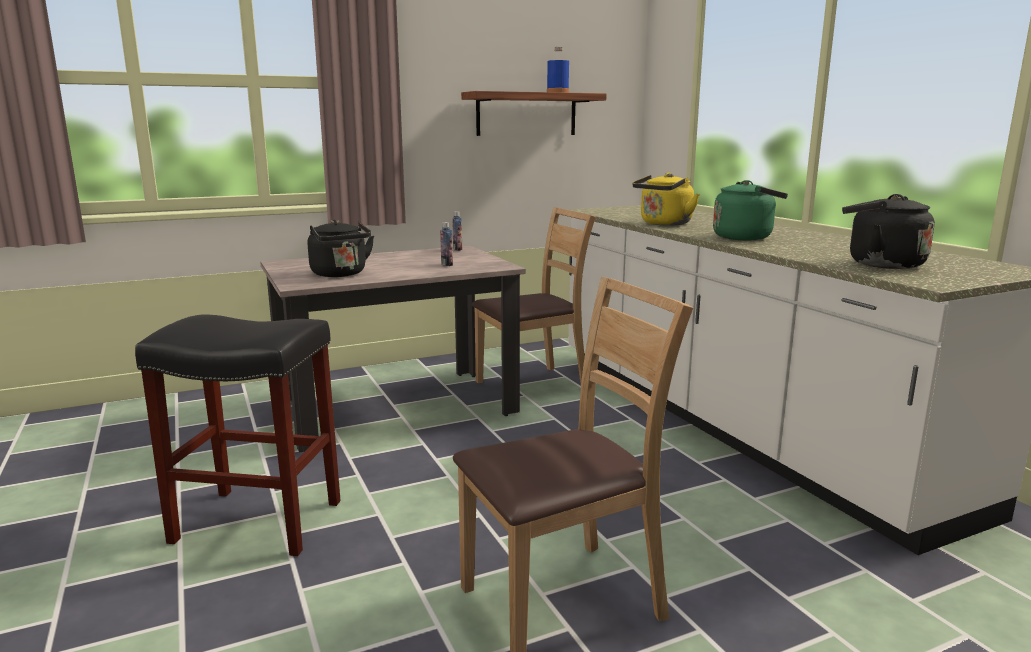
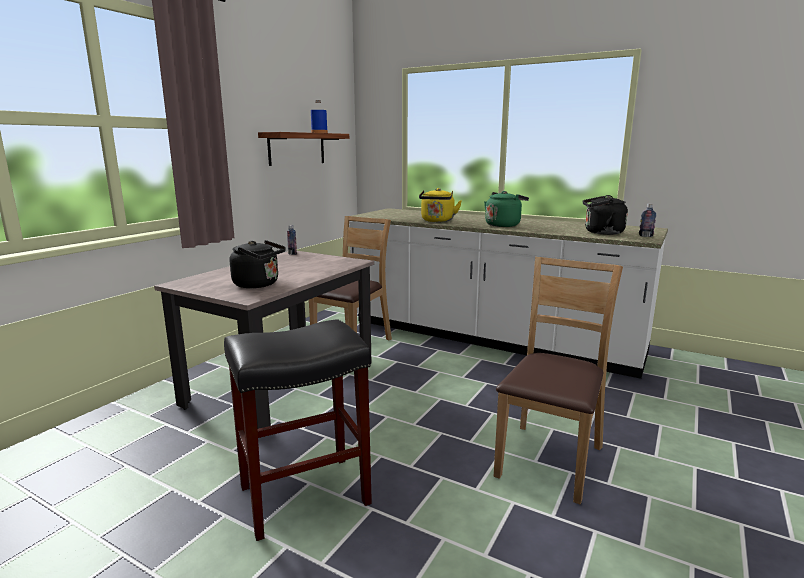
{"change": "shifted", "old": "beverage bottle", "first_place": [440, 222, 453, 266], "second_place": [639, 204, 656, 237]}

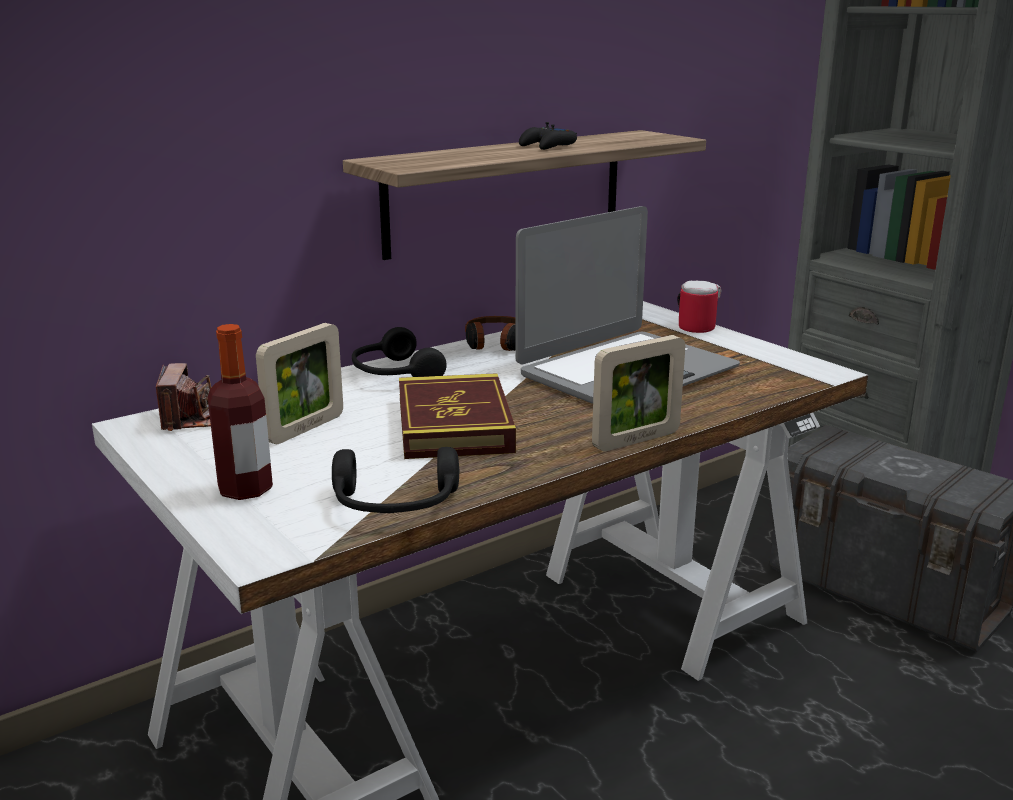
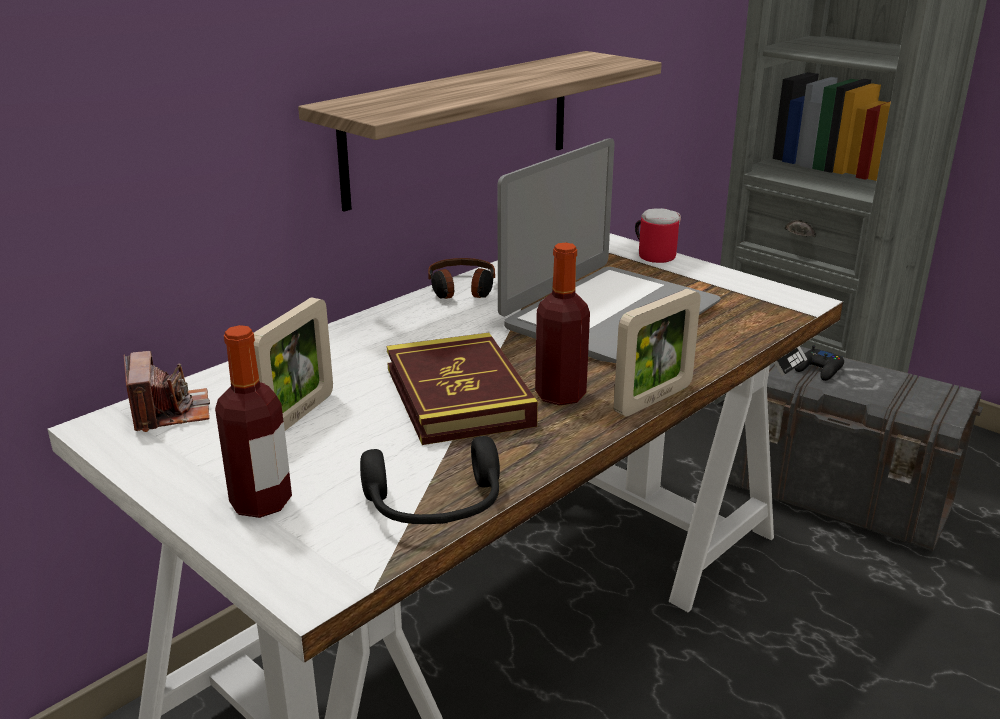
{"change": "new", "new": "beverage bottle", "second_place": [535, 243, 590, 405]}
{"change": "shifted", "old": "blackish game controller", "first_place": [519, 122, 577, 150], "second_place": [795, 346, 844, 381]}
{"change": "gone", "old": "blackish pair of headphones", "first_place": [352, 327, 447, 377]}

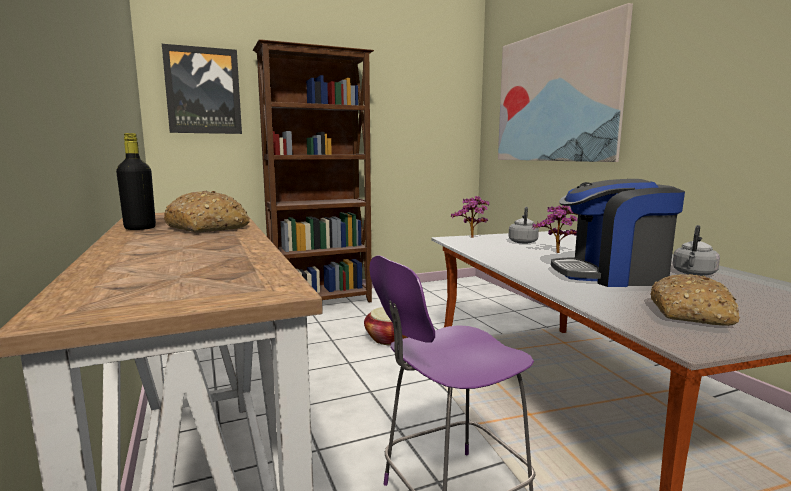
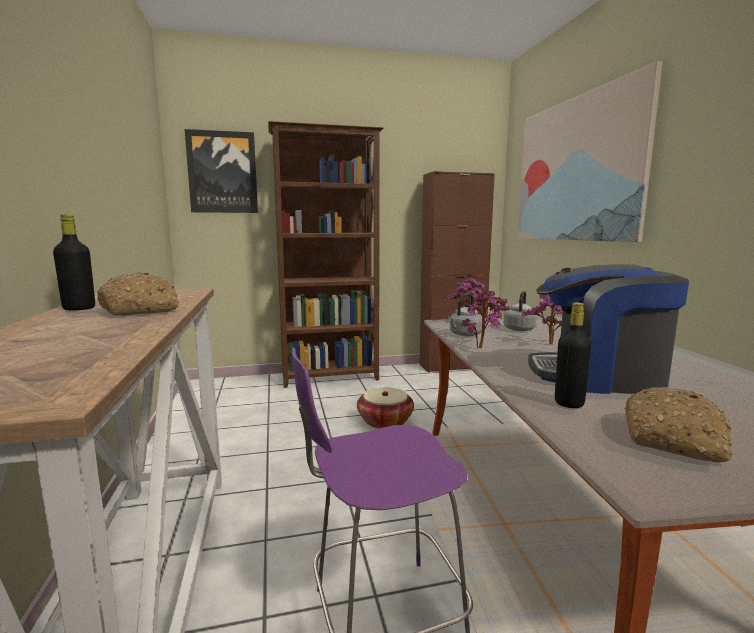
{"change": "new", "new": "brownish cupboard", "second_place": [420, 171, 495, 373]}
{"change": "shifted", "old": "gray kettle", "first_place": [673, 225, 720, 276], "second_place": [448, 294, 482, 336]}
{"change": "new", "new": "plant in a pot", "second_place": [461, 290, 510, 348]}
{"change": "new", "new": "blackish beverage bottle", "second_place": [555, 302, 592, 408]}

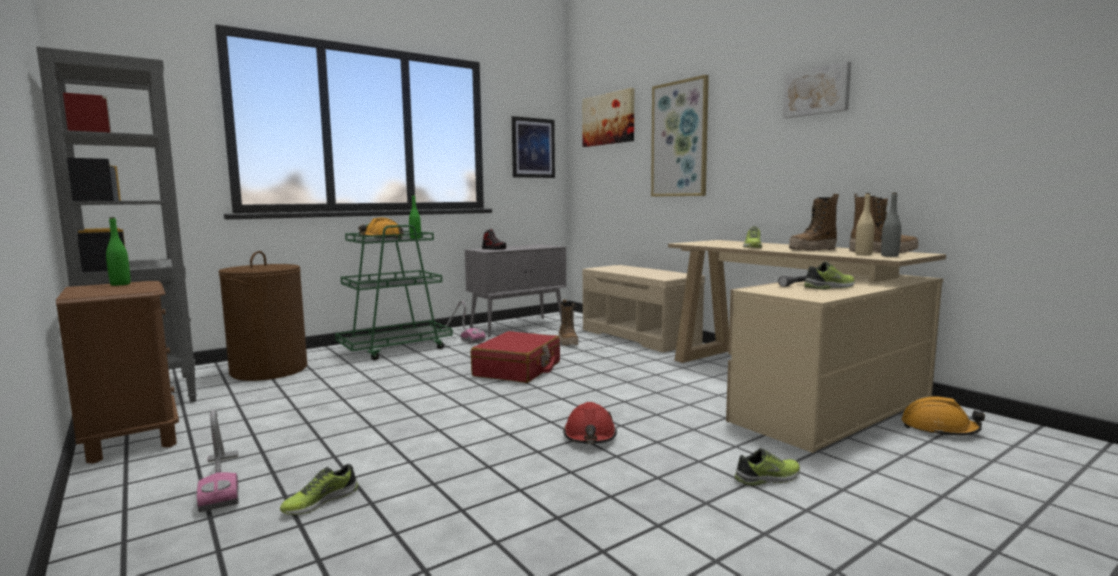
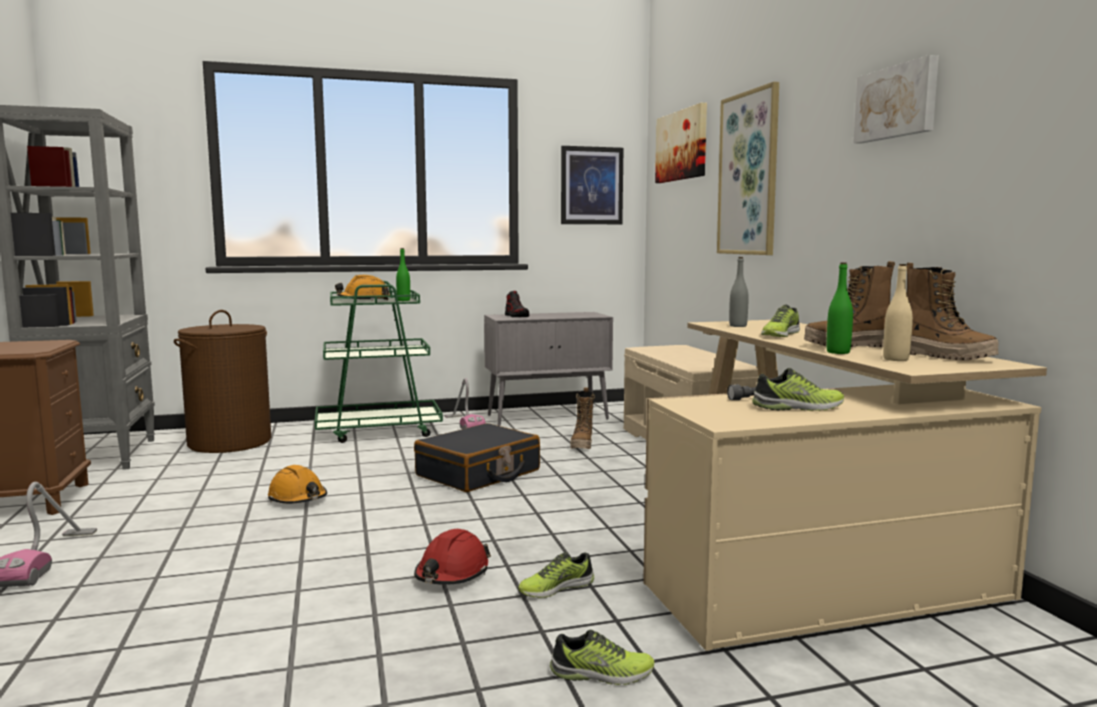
{"change": "shifted", "old": "orangey safety helmet", "first_place": [902, 396, 985, 436], "second_place": [268, 465, 327, 504]}
{"change": "repainted", "old": "red travel case", "new": "blackish travel case", "first_place": [471, 331, 560, 383], "second_place": [414, 423, 540, 492]}
{"change": "shifted", "old": "item of footwear", "first_place": [280, 464, 358, 515], "second_place": [518, 552, 594, 598]}
{"change": "shifted", "old": "gray beverage bottle", "first_place": [881, 193, 901, 257], "second_place": [729, 257, 749, 327]}
{"change": "shifted", "old": "green-coloured beverage bottle", "first_place": [106, 217, 131, 286], "second_place": [827, 262, 853, 354]}

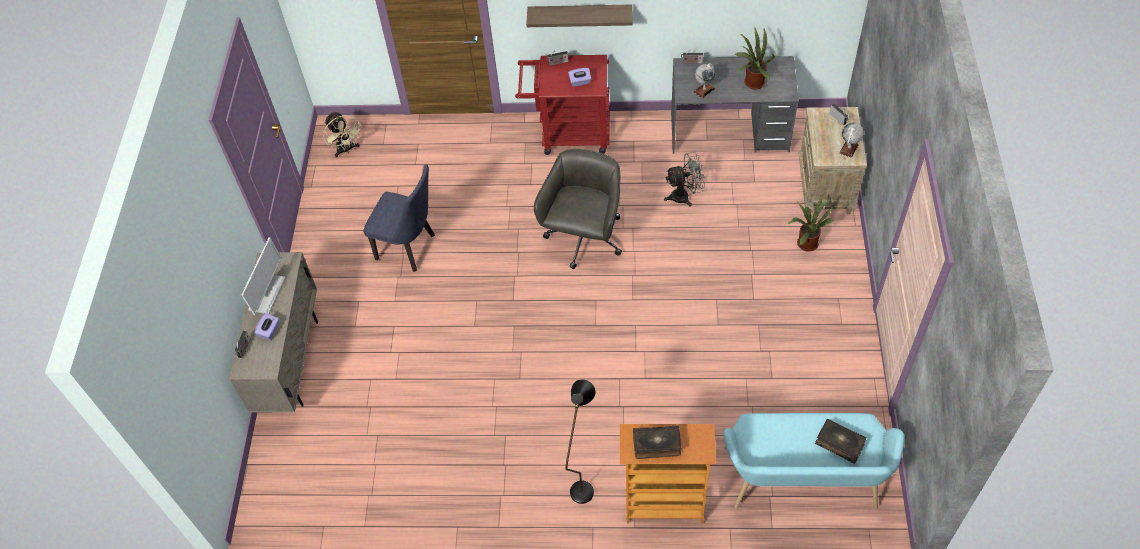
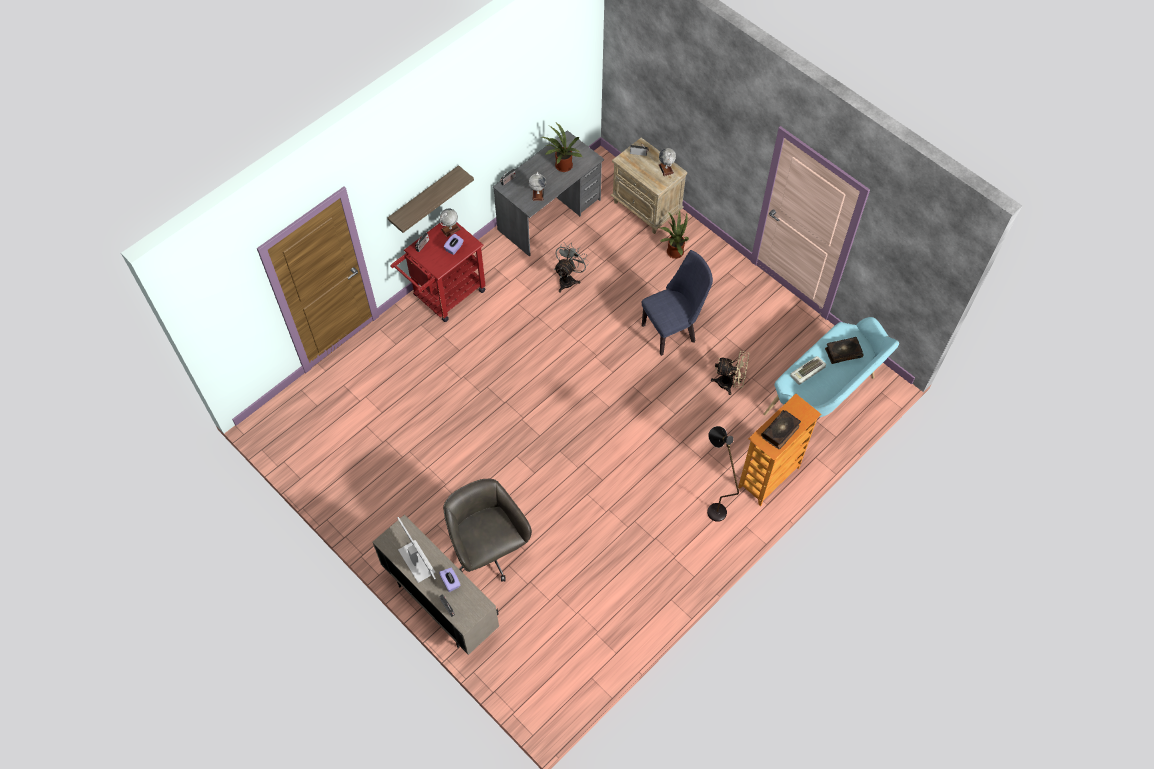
{"change": "new", "new": "desk globe", "second_place": [440, 208, 461, 237]}
{"change": "shifted", "old": "gray office chair", "first_place": [534, 149, 622, 269], "second_place": [443, 479, 532, 582]}
{"change": "shifted", "old": "bluish upright chair", "first_place": [363, 164, 435, 272], "second_place": [642, 250, 713, 356]}
{"change": "shifted", "old": "sand-coloured cooling fan", "first_place": [323, 112, 362, 157], "second_place": [711, 351, 749, 395]}
{"change": "new", "new": "PC keyboard", "second_place": [790, 356, 826, 385]}

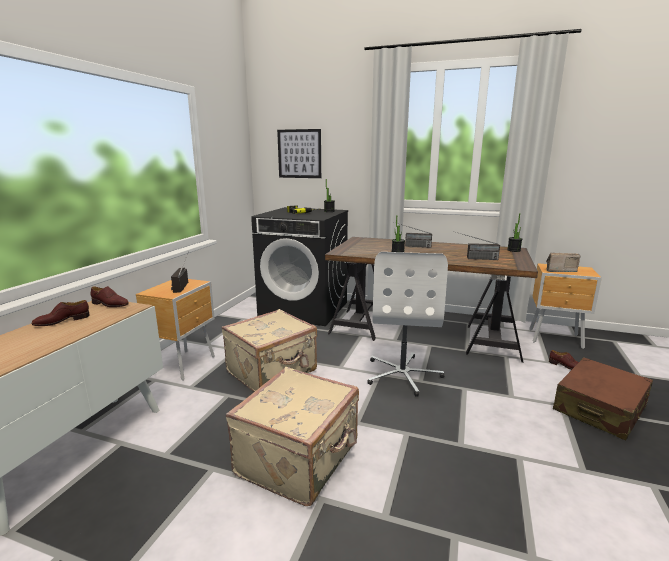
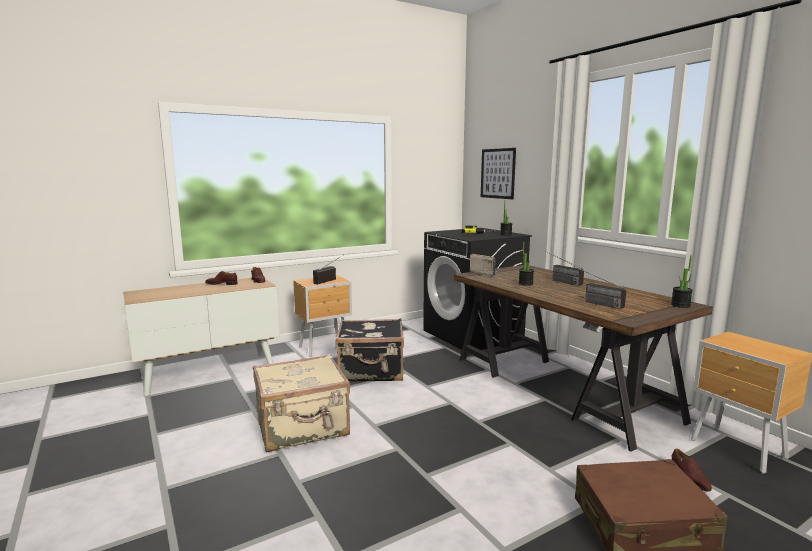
{"change": "repainted", "old": "sand-coloured travel case", "new": "blackish travel case", "first_place": [222, 309, 317, 392], "second_place": [335, 319, 404, 381]}
{"change": "shifted", "old": "radio receiver", "first_place": [546, 253, 580, 272], "second_place": [470, 254, 497, 276]}
{"change": "gone", "old": "white office chair", "first_place": [368, 252, 448, 397]}

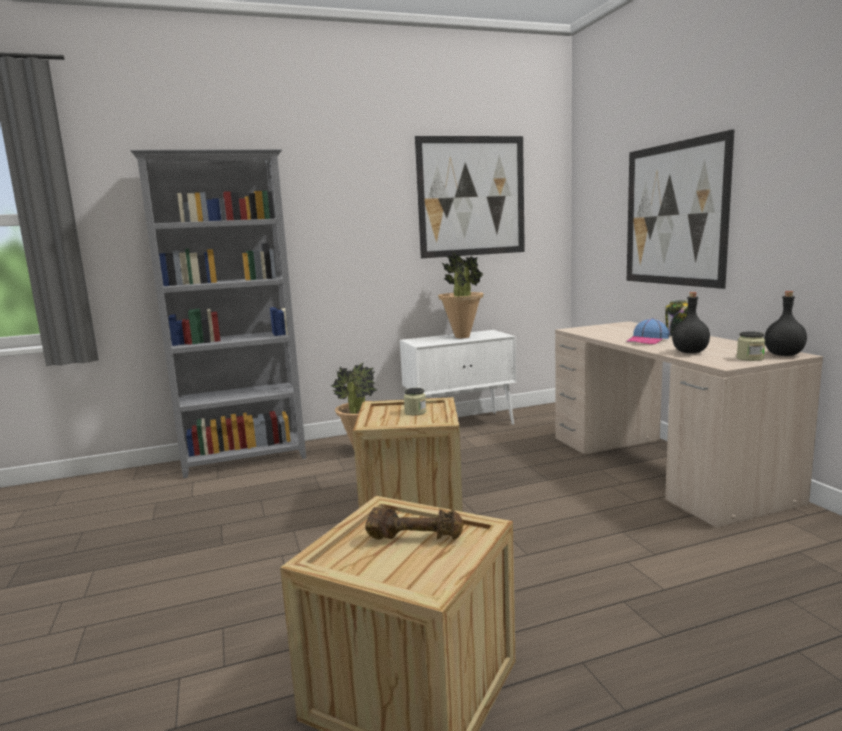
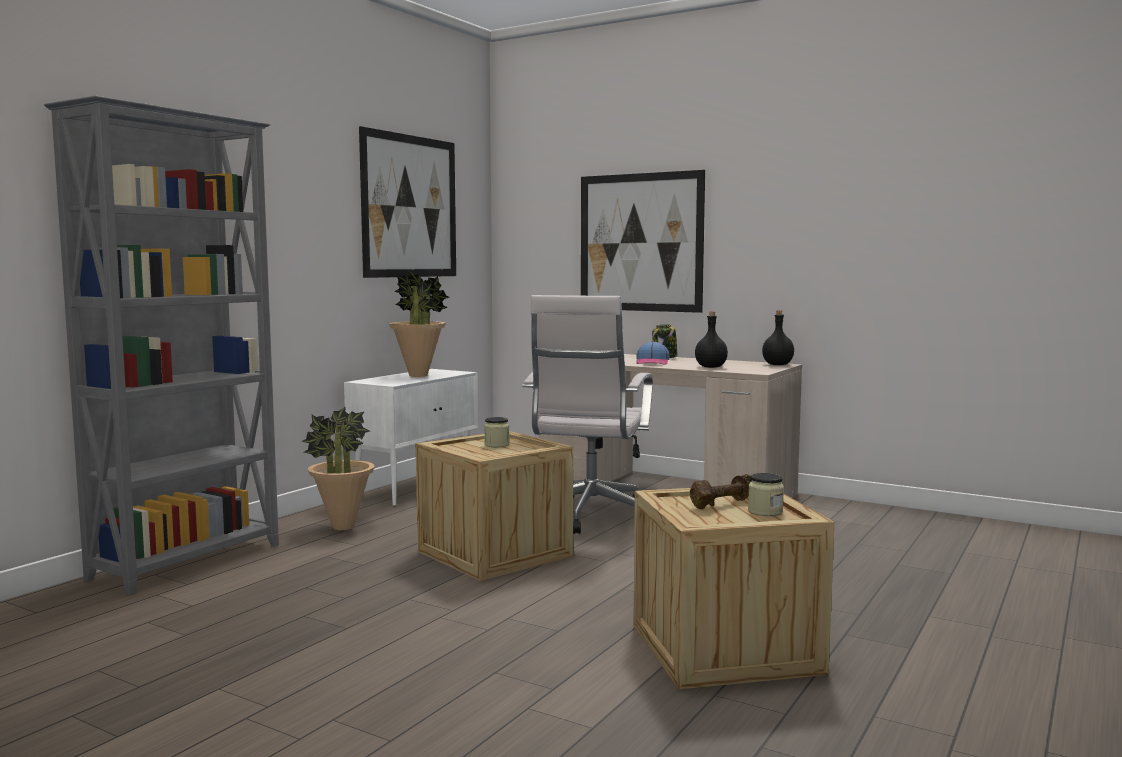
{"change": "new", "new": "white office chair", "second_place": [522, 295, 653, 534]}
{"change": "shifted", "old": "storage jar", "first_place": [737, 331, 765, 361], "second_place": [748, 473, 784, 516]}

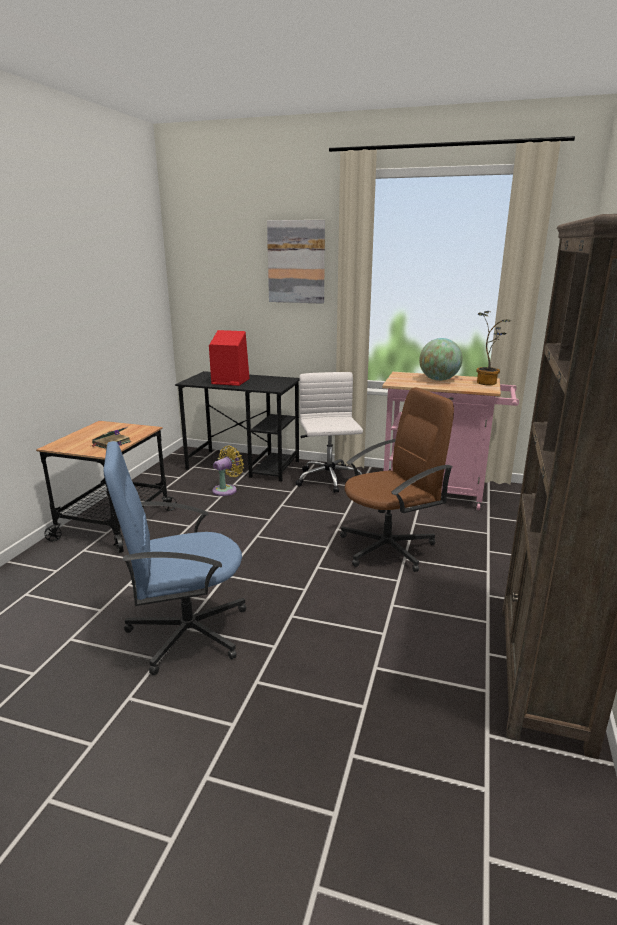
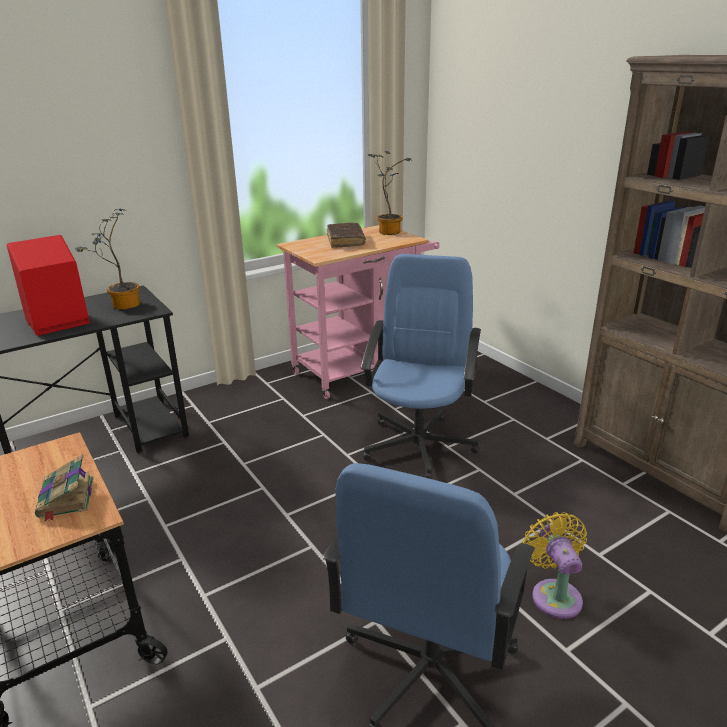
{"change": "new", "new": "plant in a pot", "second_place": [75, 209, 140, 310]}
{"change": "swapped", "old": "desk globe", "new": "brownish bound book", "first_place": [419, 338, 463, 381], "second_place": [327, 223, 366, 248]}
{"change": "repainted", "old": "brownish office chair", "new": "bluish office chair", "first_place": [340, 387, 454, 572], "second_place": [361, 254, 481, 479]}
{"change": "shifted", "old": "yellow cooling fan", "first_place": [212, 446, 244, 496], "second_place": [523, 512, 587, 619]}
{"change": "gone", "old": "wall art", "first_place": [267, 220, 325, 304]}
{"change": "gone", "old": "white office chair", "first_place": [295, 372, 363, 493]}

